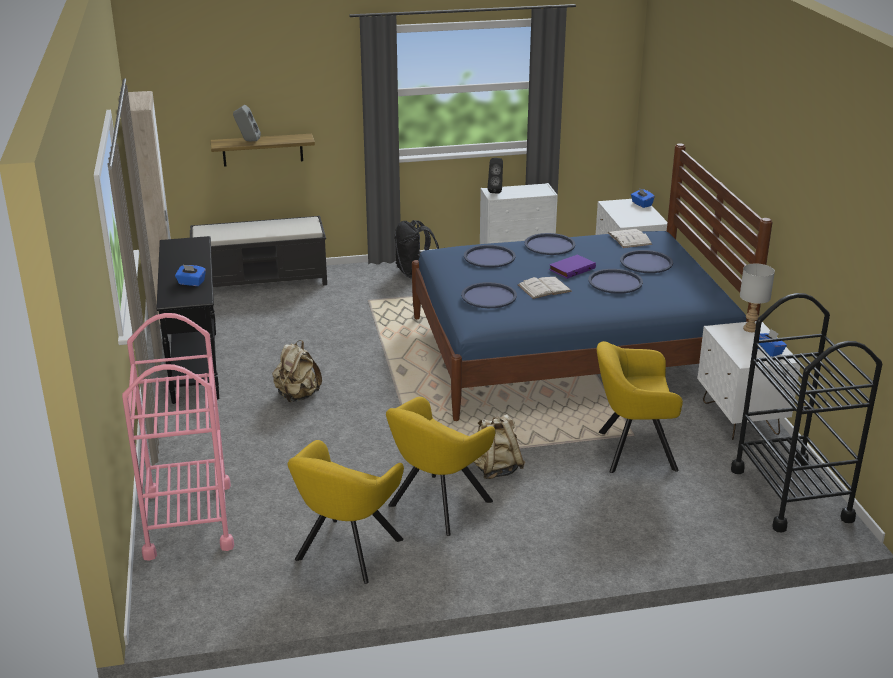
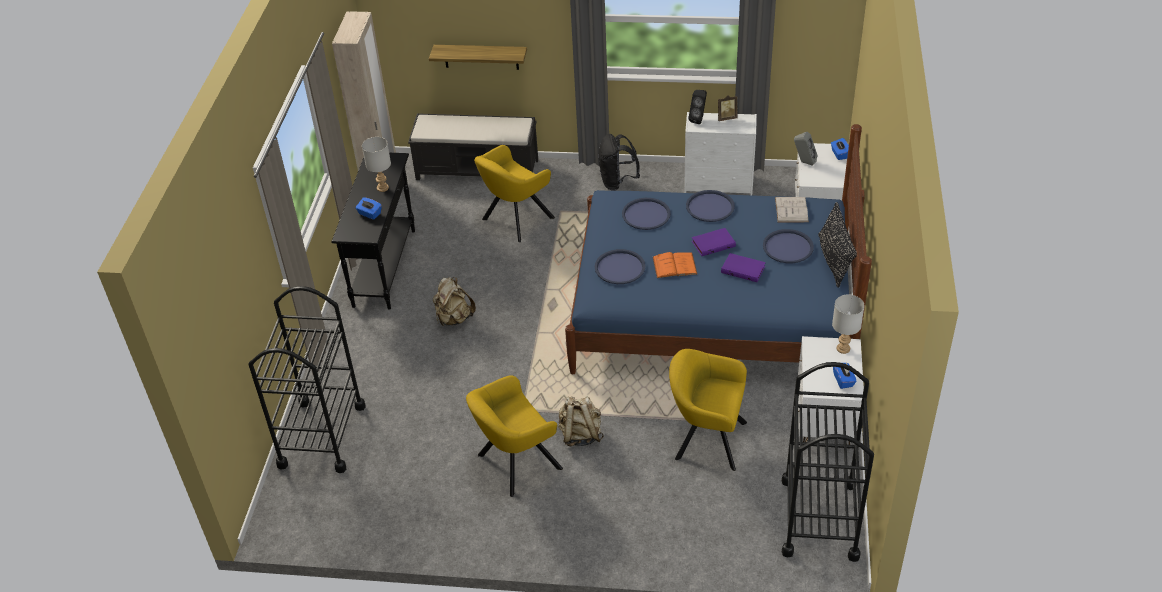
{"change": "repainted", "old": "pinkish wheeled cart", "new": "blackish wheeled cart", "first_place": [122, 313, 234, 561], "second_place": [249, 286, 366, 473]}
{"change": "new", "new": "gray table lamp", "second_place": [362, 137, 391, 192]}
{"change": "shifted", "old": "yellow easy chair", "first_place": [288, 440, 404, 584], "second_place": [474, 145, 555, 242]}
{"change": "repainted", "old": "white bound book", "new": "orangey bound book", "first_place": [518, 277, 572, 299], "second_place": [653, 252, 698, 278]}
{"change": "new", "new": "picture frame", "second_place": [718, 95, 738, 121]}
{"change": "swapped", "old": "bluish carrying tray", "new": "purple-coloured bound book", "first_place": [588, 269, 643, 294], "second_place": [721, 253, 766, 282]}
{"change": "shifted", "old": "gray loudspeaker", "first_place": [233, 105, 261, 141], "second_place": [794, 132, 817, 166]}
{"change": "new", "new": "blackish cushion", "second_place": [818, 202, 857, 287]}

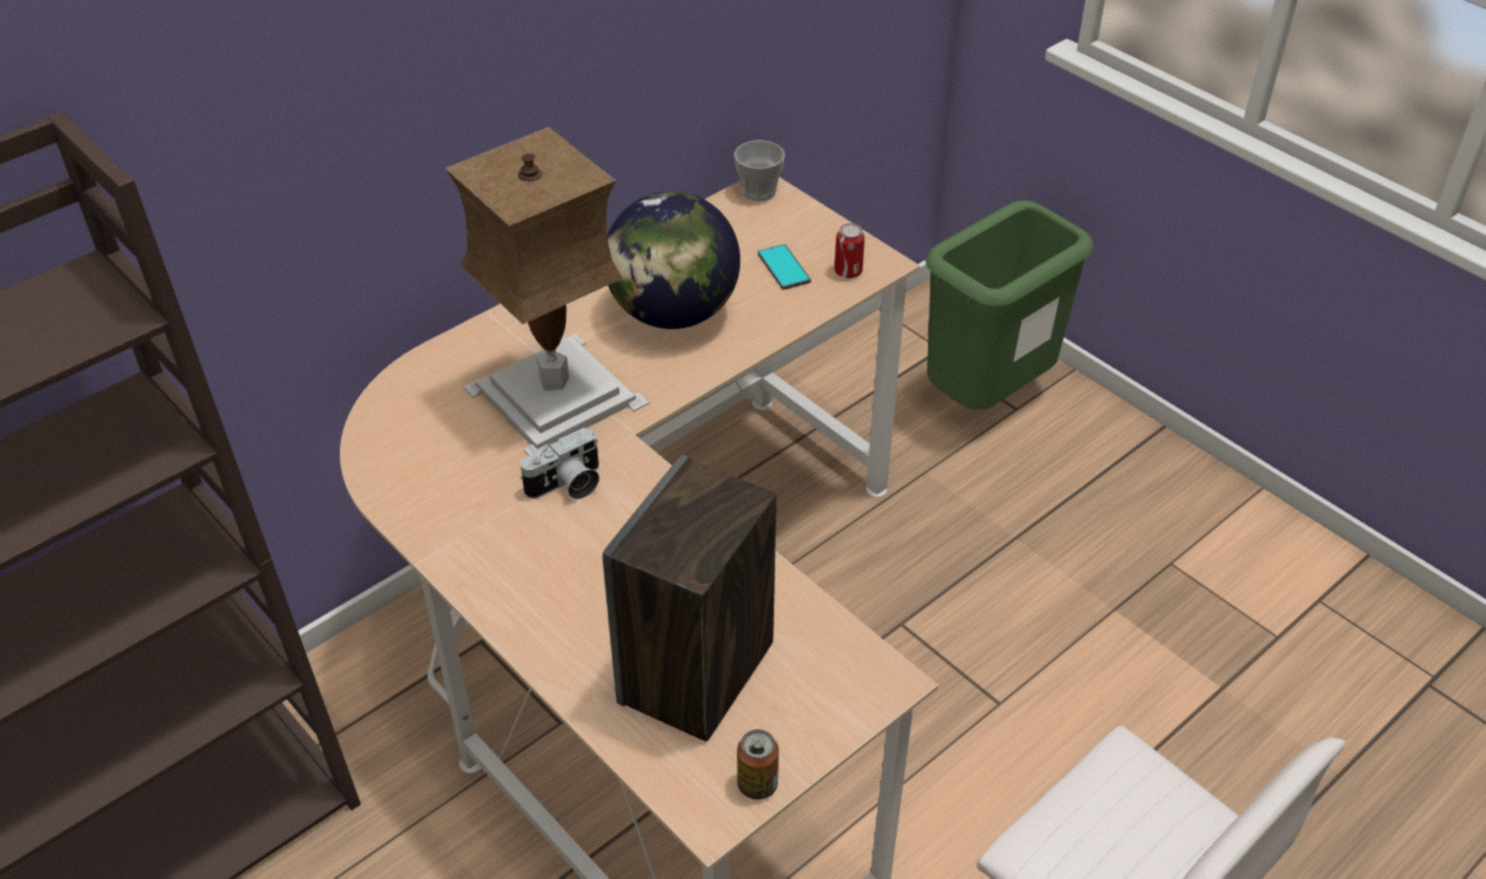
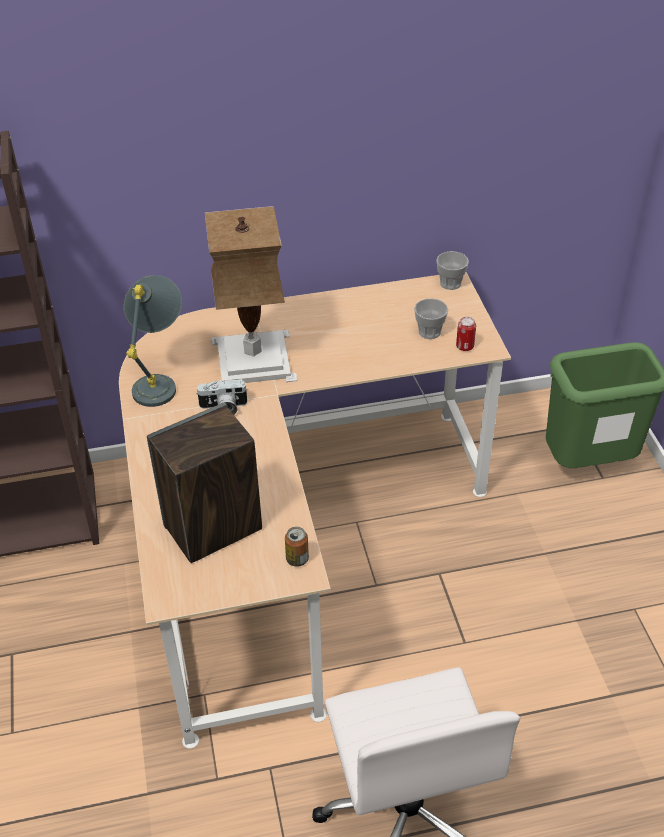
{"change": "new", "new": "gray table lamp", "second_place": [124, 275, 182, 407]}
{"change": "shifted", "old": "sealed can", "first_place": [737, 730, 779, 799], "second_place": [285, 527, 309, 567]}
{"change": "swapped", "old": "phone", "new": "small cup", "first_place": [758, 244, 811, 290], "second_place": [414, 298, 448, 339]}
{"change": "gone", "old": "desk globe", "first_place": [607, 191, 740, 329]}

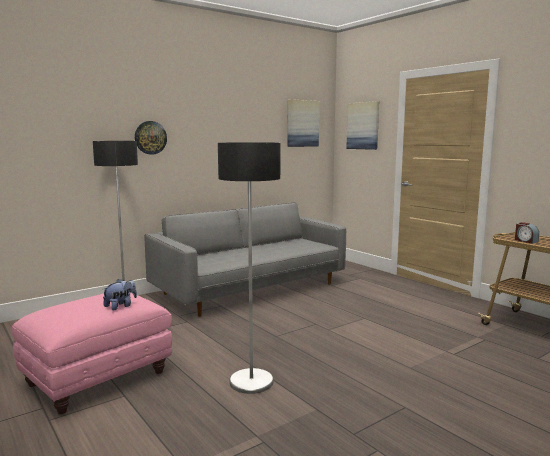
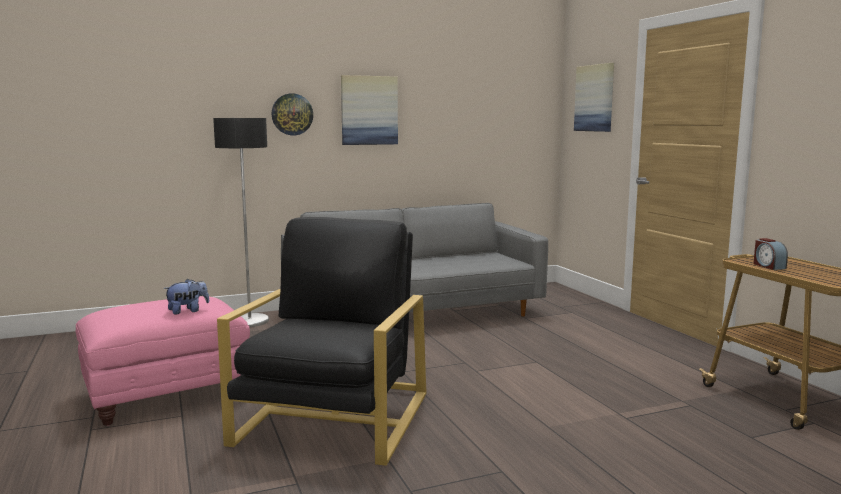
{"change": "swapped", "old": "standing lamp", "new": "blackish easy chair", "first_place": [218, 142, 280, 394], "second_place": [217, 217, 427, 466]}
{"change": "shifted", "old": "wall art", "first_place": [287, 99, 319, 147], "second_place": [341, 75, 398, 145]}

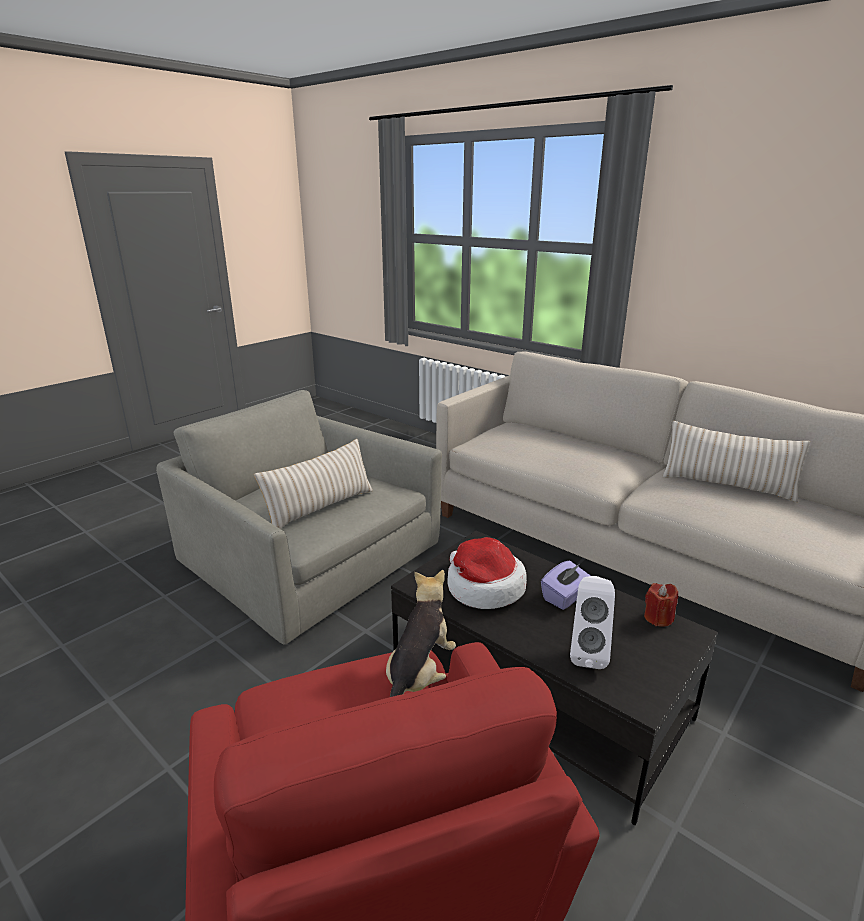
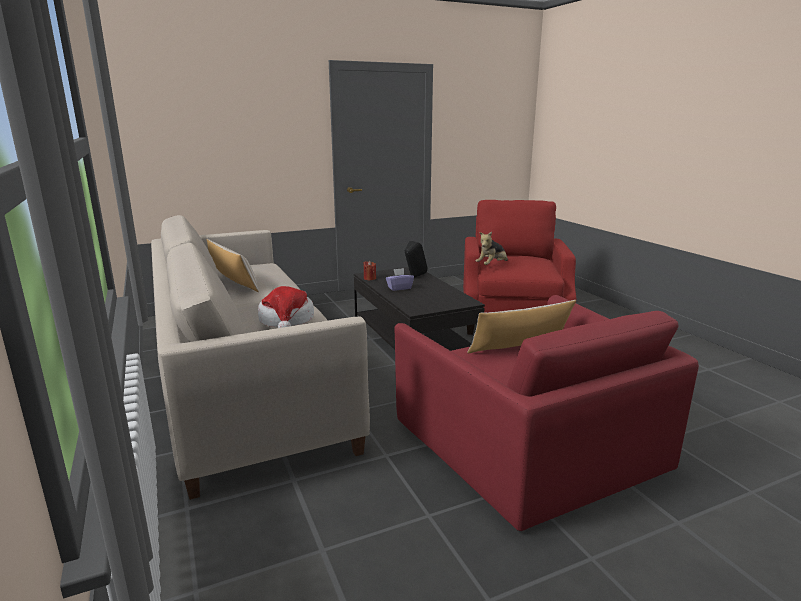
{"change": "shifted", "old": "hat", "first_place": [447, 537, 527, 609], "second_place": [258, 286, 314, 328]}
{"change": "repainted", "old": "gray easy chair", "new": "red easy chair", "first_place": [156, 390, 442, 645], "second_place": [395, 295, 699, 531]}
{"change": "repainted", "old": "white loudspeaker", "new": "blackish loudspeaker", "first_place": [570, 576, 615, 669], "second_place": [405, 241, 428, 277]}

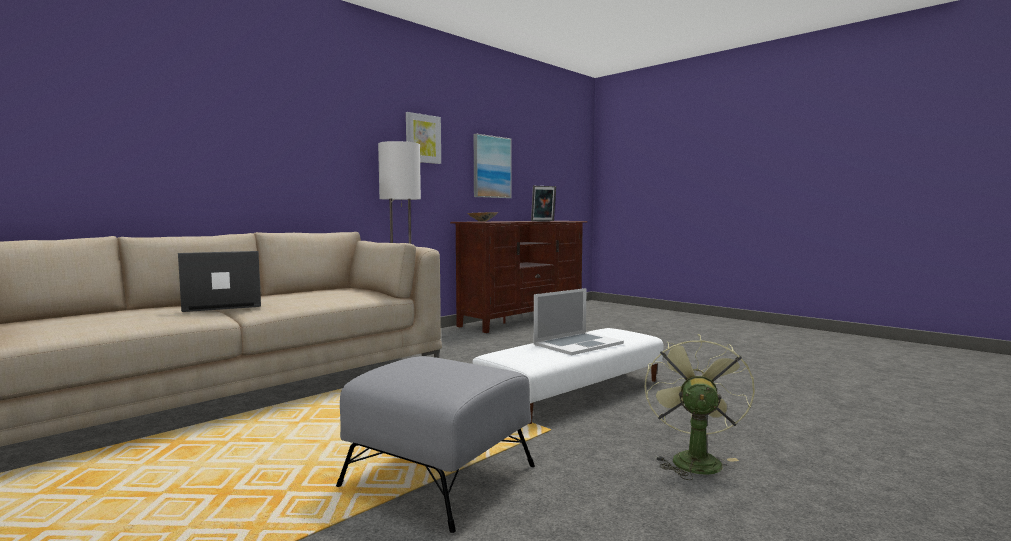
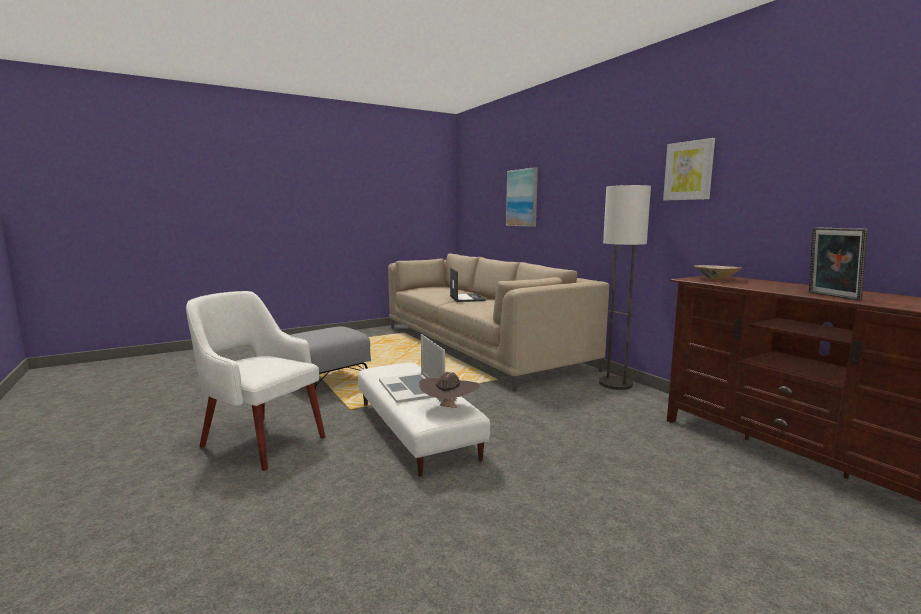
{"change": "swapped", "old": "green-coloured cooling fan", "new": "white easy chair", "first_place": [644, 334, 755, 480], "second_place": [186, 291, 326, 471]}
{"change": "new", "new": "brownish hat", "second_place": [419, 372, 480, 408]}
{"change": "shifted", "old": "wall art", "first_place": [474, 134, 511, 198], "second_place": [506, 167, 538, 227]}

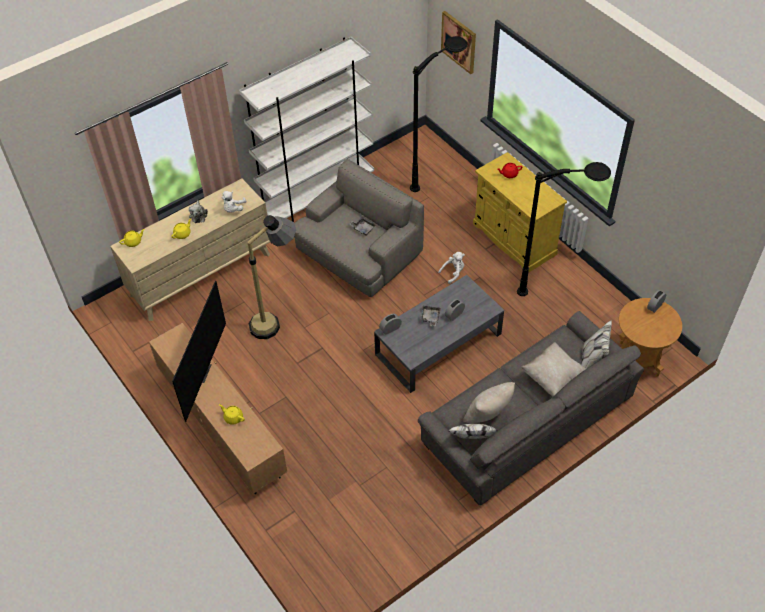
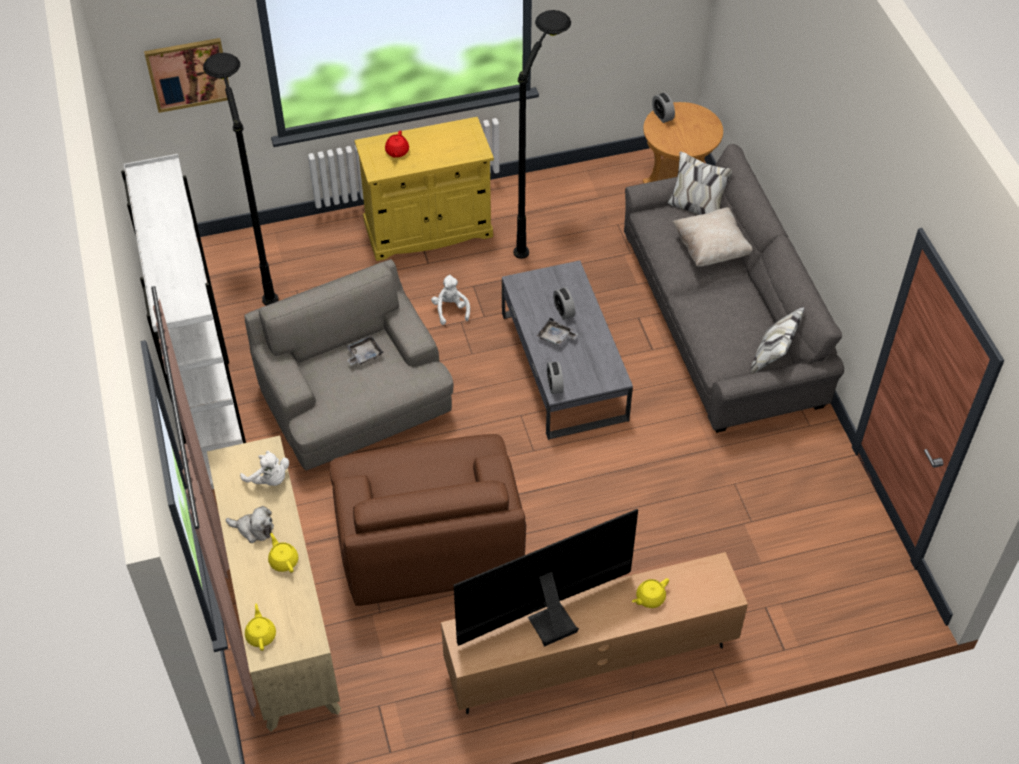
{"change": "swapped", "old": "standing lamp", "new": "brownish easy chair", "first_place": [247, 215, 296, 339], "second_place": [330, 434, 526, 606]}
{"change": "rotated", "old": "TV", "first_place": [172, 281, 226, 422], "second_place": [454, 509, 638, 647], "degrees": -60}
{"change": "gone", "old": "sand-coloured cushion", "first_place": [463, 382, 515, 423]}

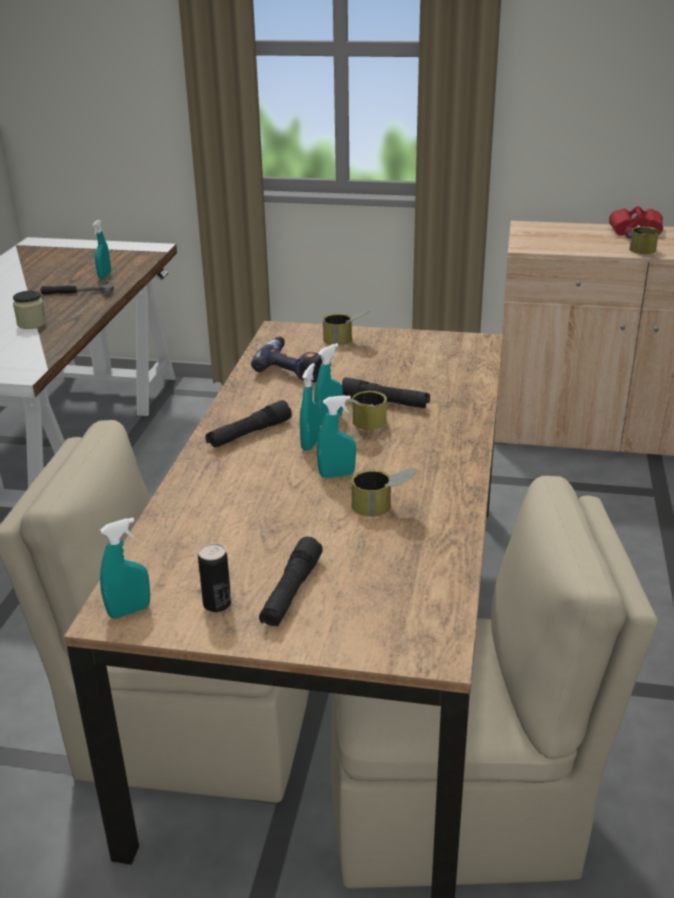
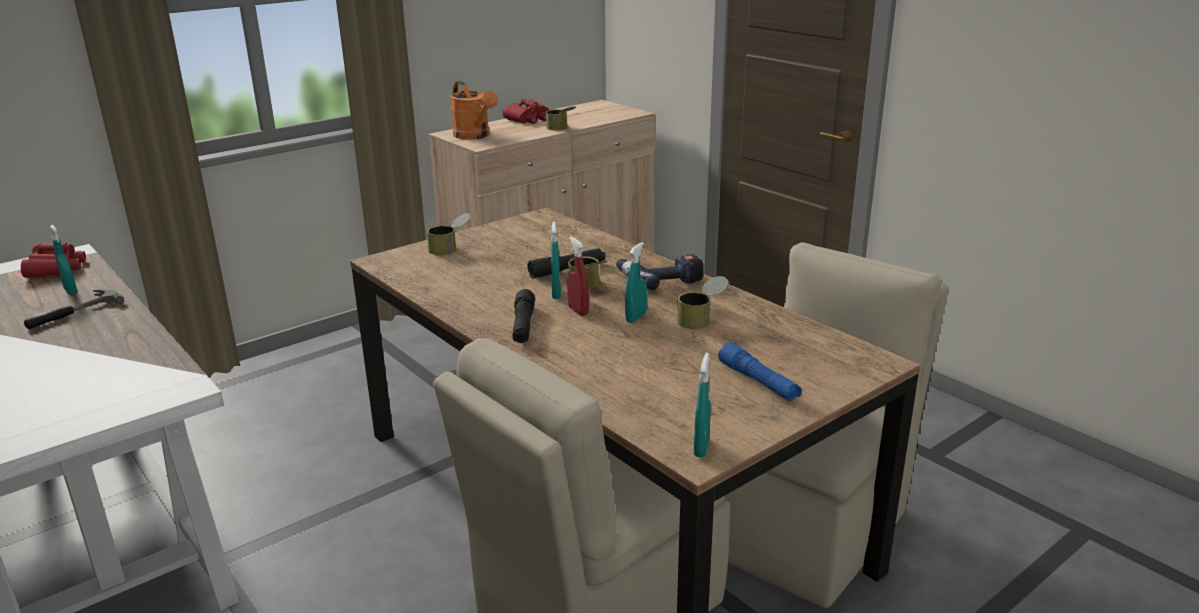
{"change": "new", "new": "red field glasses", "second_place": [21, 243, 86, 278]}
{"change": "new", "new": "orangey watering can", "second_place": [450, 81, 498, 140]}
{"change": "repainted", "old": "turquoise-coloured hand sprayer", "new": "red hand sprayer", "first_place": [300, 363, 320, 451], "second_place": [567, 237, 589, 316]}
{"change": "shifted", "old": "power drill", "first_place": [251, 337, 322, 382], "second_place": [616, 254, 704, 291]}
{"change": "repainted", "old": "blackish torch", "new": "bluish torch", "first_place": [259, 537, 323, 627], "second_place": [718, 342, 802, 401]}
{"change": "gone", "old": "storage jar", "first_place": [13, 291, 47, 329]}
{"change": "gone", "old": "sealed can", "first_place": [198, 543, 231, 612]}

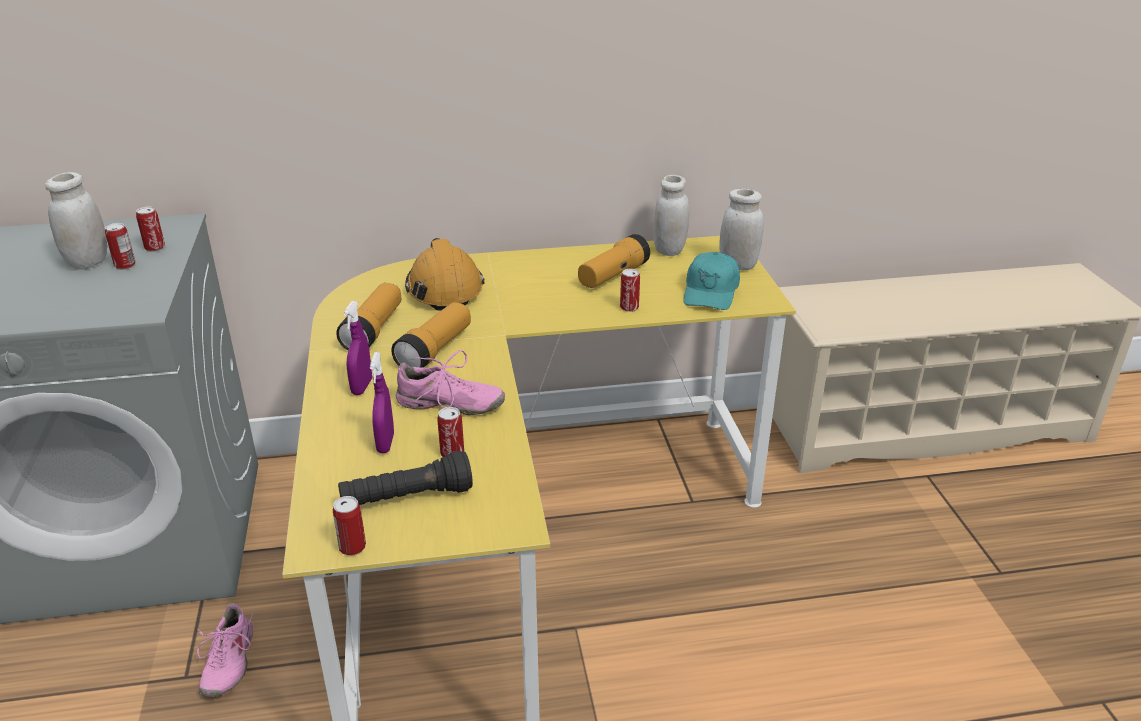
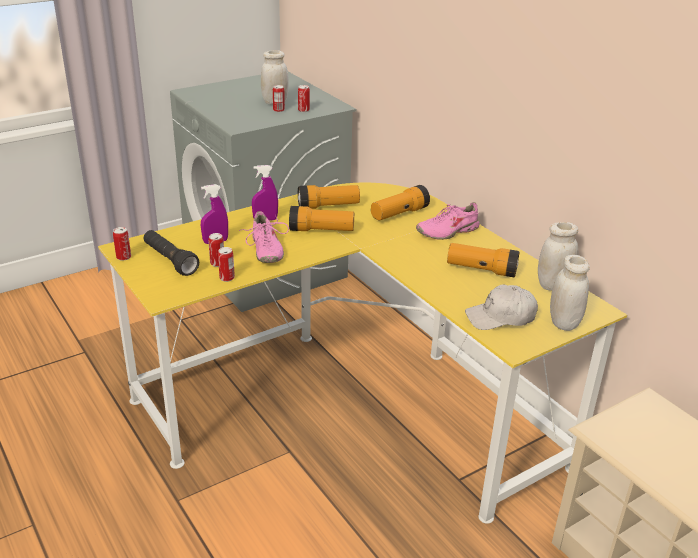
{"change": "shifted", "old": "sealed can", "first_place": [620, 269, 640, 312], "second_place": [218, 247, 235, 282]}
{"change": "swapped", "old": "orangey safety helmet", "new": "torch", "first_place": [405, 238, 485, 311], "second_place": [371, 185, 430, 220]}
{"change": "shifted", "old": "pinkish item of footwear", "first_place": [197, 603, 253, 697], "second_place": [416, 202, 479, 240]}
{"change": "repainted", "old": "turquoise-coloured baseball cap", "new": "white baseball cap", "first_place": [683, 252, 740, 310], "second_place": [465, 285, 538, 330]}

